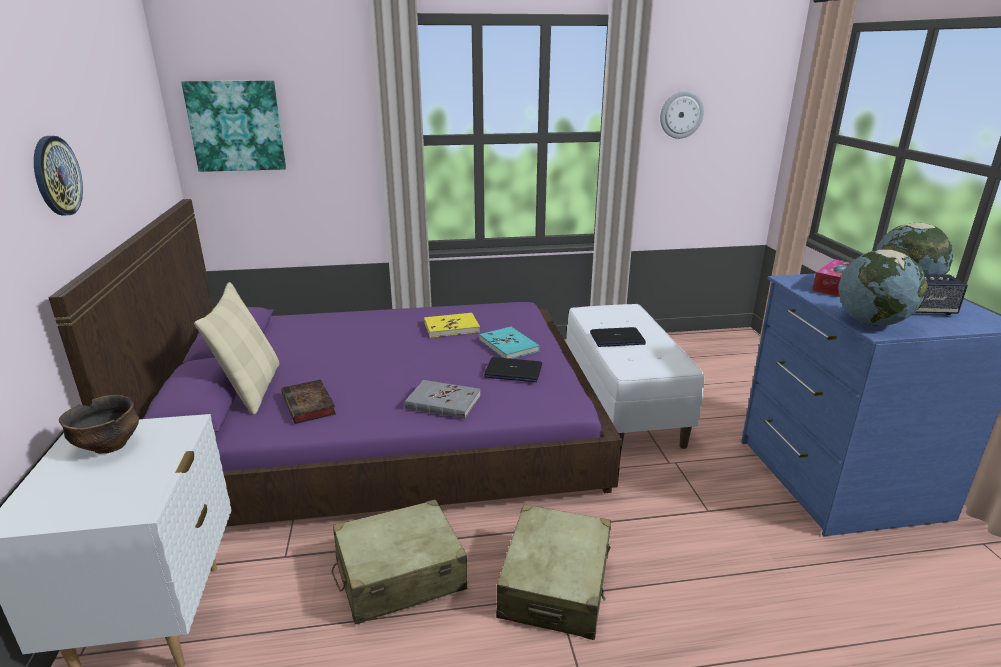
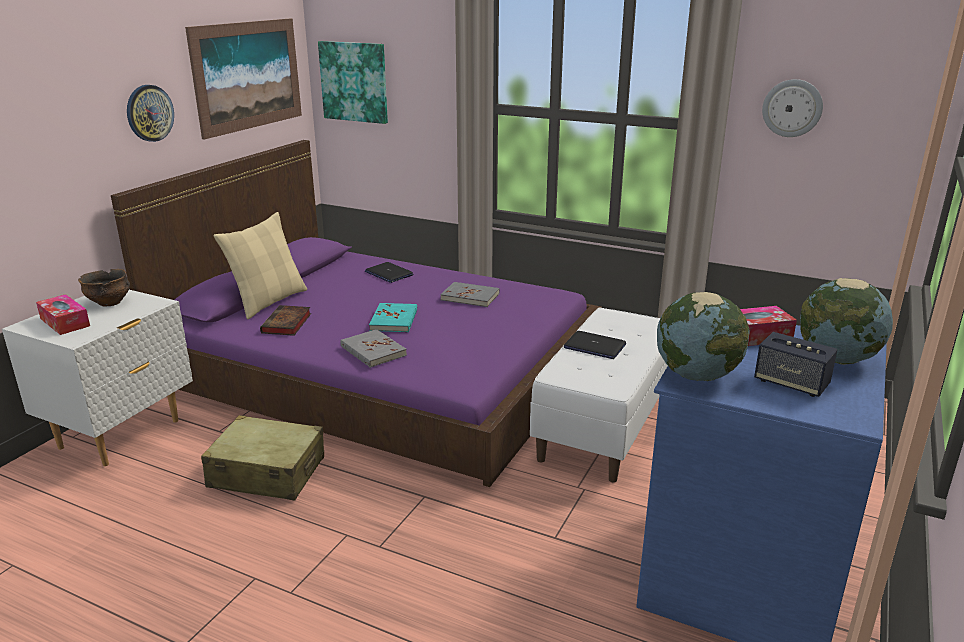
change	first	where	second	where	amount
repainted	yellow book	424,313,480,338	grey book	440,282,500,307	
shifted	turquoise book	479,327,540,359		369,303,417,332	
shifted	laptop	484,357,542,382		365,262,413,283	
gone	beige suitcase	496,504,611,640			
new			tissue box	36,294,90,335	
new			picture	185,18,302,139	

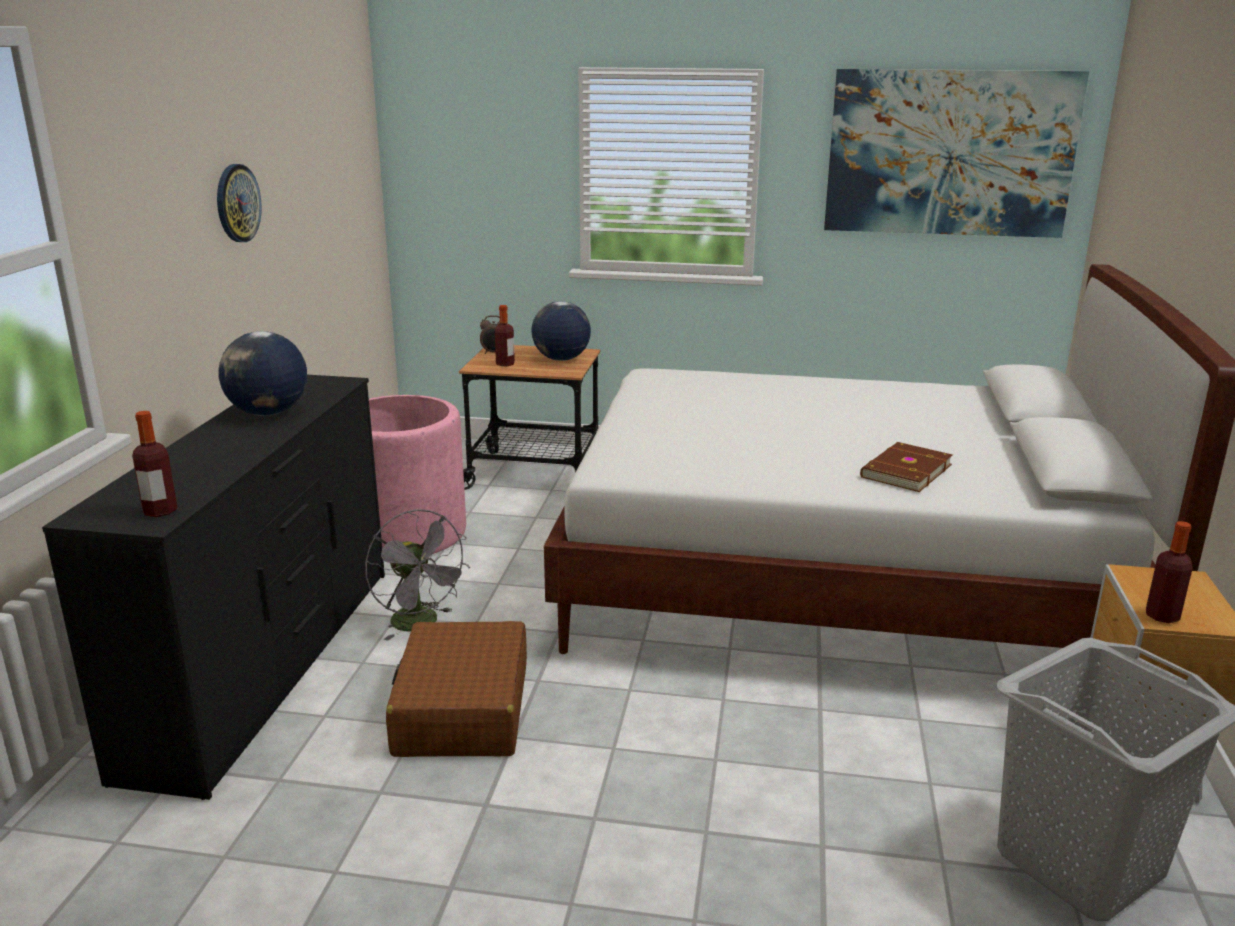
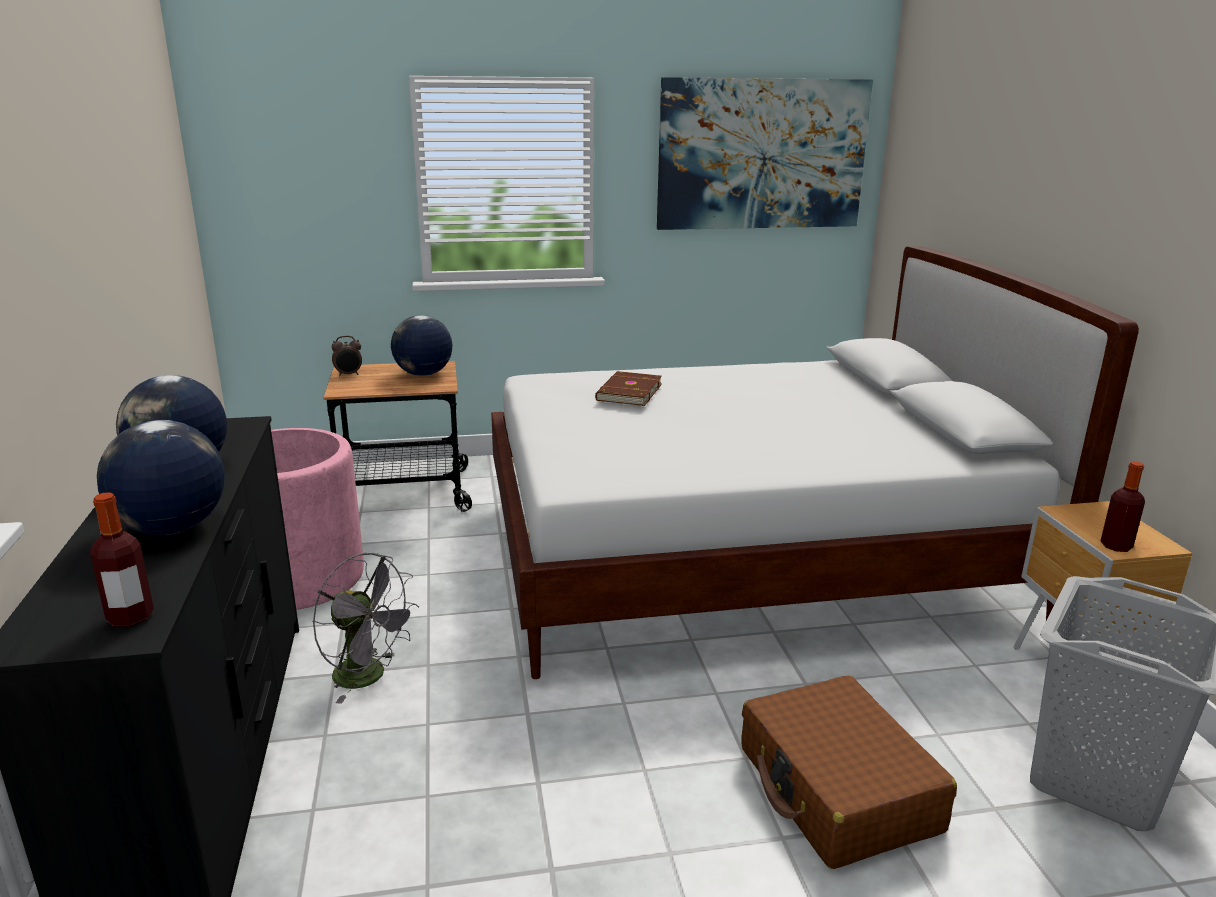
change	first	where	second	where	amount
gone	wall clock	217,164,262,242			
shifted	brown suitcase	386,621,527,757		741,675,957,869	
gone	bottle	495,305,515,366			
shifted	brown book	860,442,953,492		595,371,662,406	
new			globe	97,420,225,535	

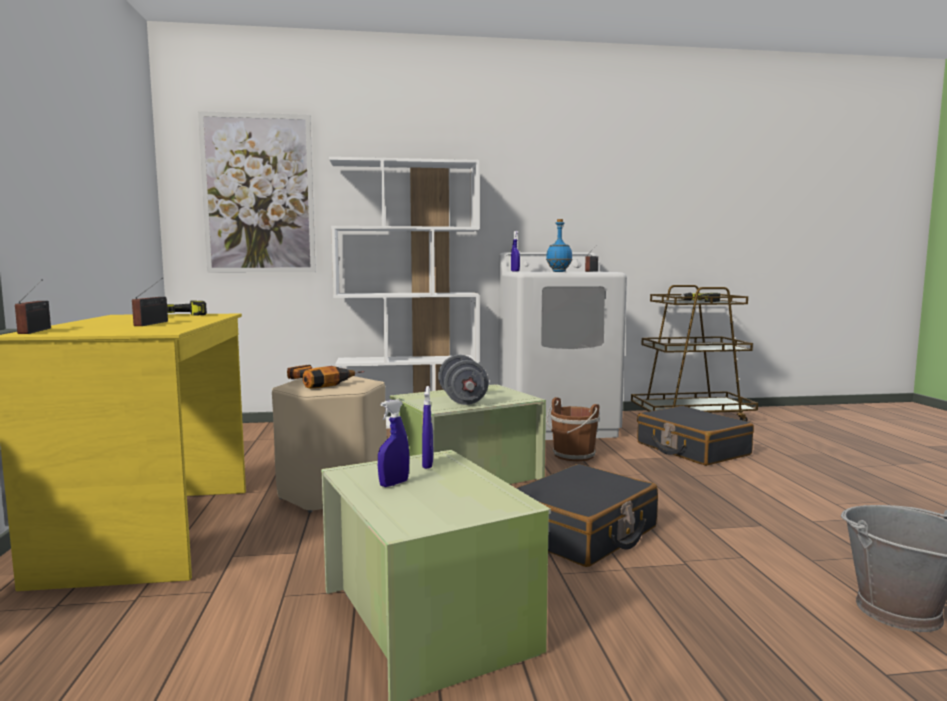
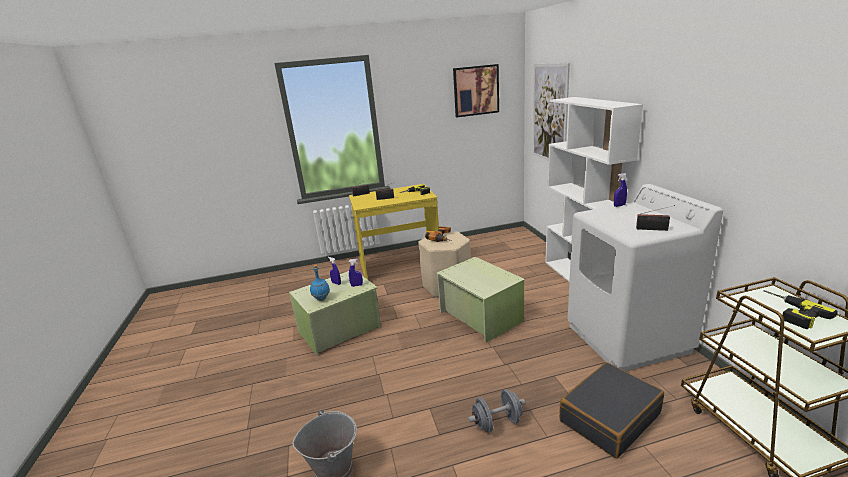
change	first	where	second	where	amount
shifted	grey dumbbell	438,355,489,405		468,389,525,433	
gone	black suitcase	516,464,658,567			
shifted	blue bottle	546,219,573,272		310,265,330,301	
gone	brown bucket	546,397,600,461			
new			picture	453,64,499,117	

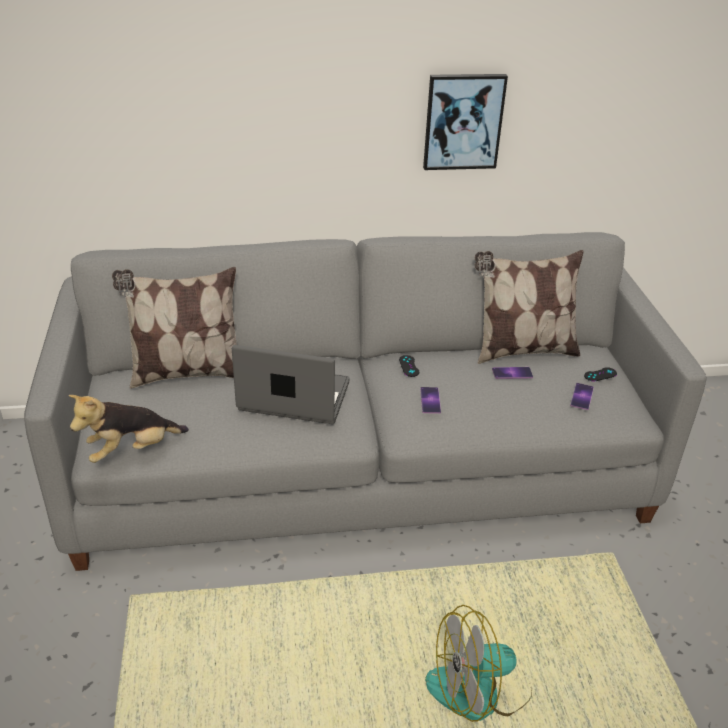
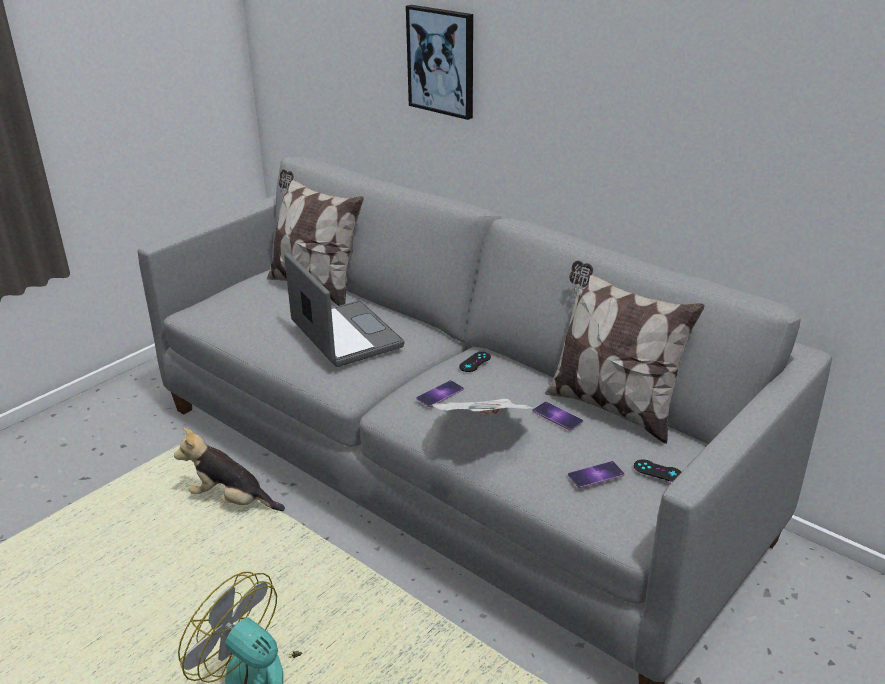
change	first	where	second	where	amount
shifted	plush toy	69,395,189,463		174,428,285,511	
shifted	picture	423,74,508,170		406,5,473,120	
new			newspaper	433,399,533,416	

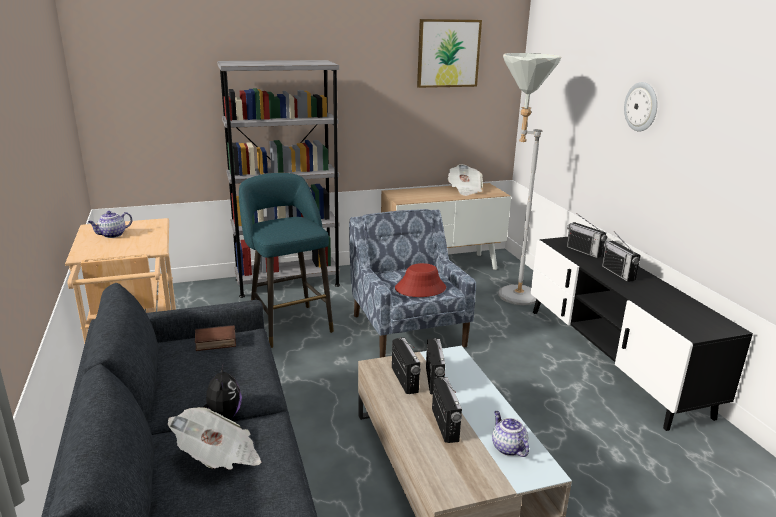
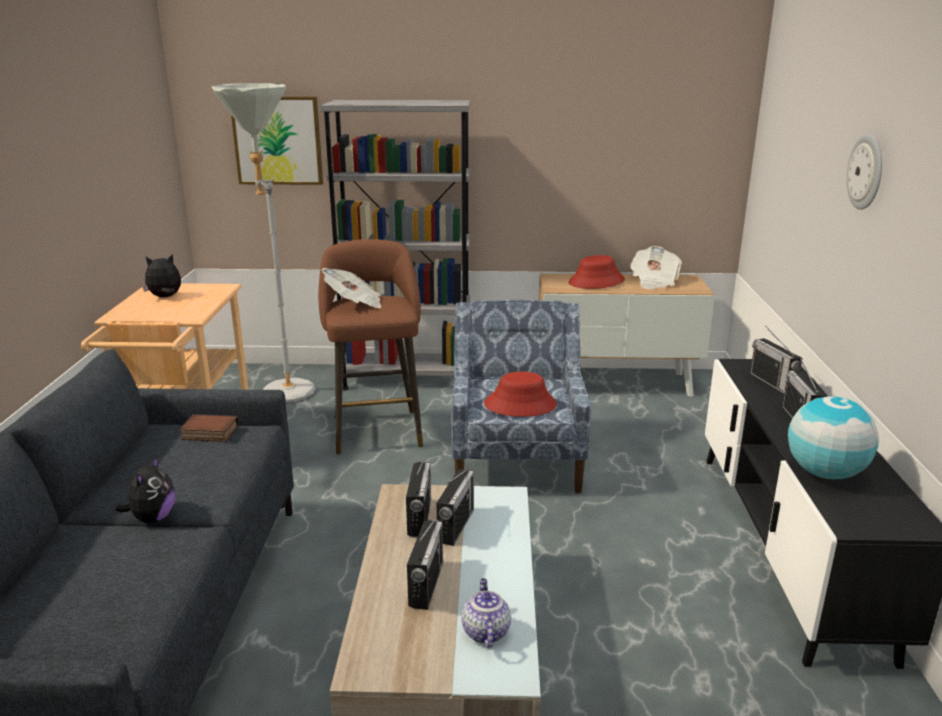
change	first	where	second	where	amount
swapped	teapot	88,211,132,238	plush toy	143,254,181,297	
shifted	newspaper	168,407,262,470		322,268,381,308	
repainted	turquoise stool	239,173,334,348	brown stool	318,239,423,455	
shifted	picture	417,19,482,88		231,96,323,185	
shifted	grey floor lamp	498,53,562,305		212,83,315,403	
new			red hat	568,255,625,289	
new			globe	788,396,879,479	

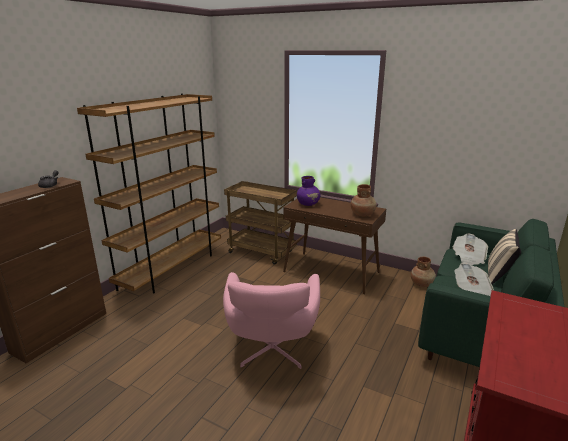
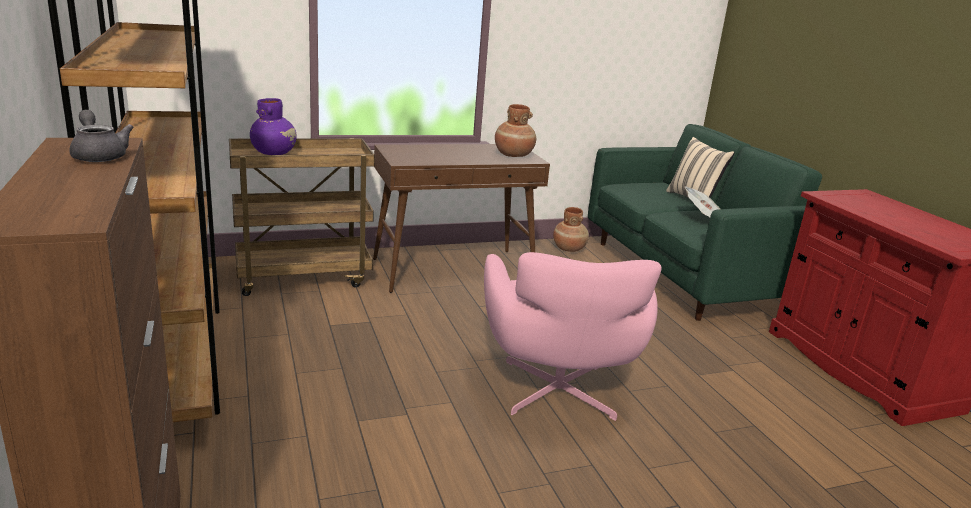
change	first	where	second	where	amount
rotated	pink armchair	223,272,320,369		484,252,662,421	45 degrees clockwise
shifted	purple vase	297,176,320,206		250,98,297,155	
gone	newspaper	453,234,488,265			

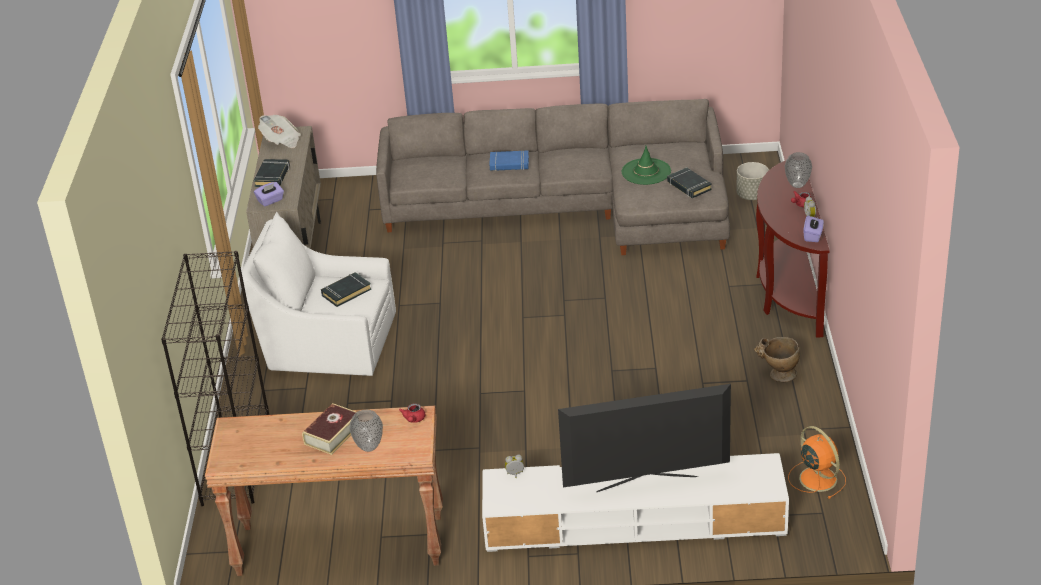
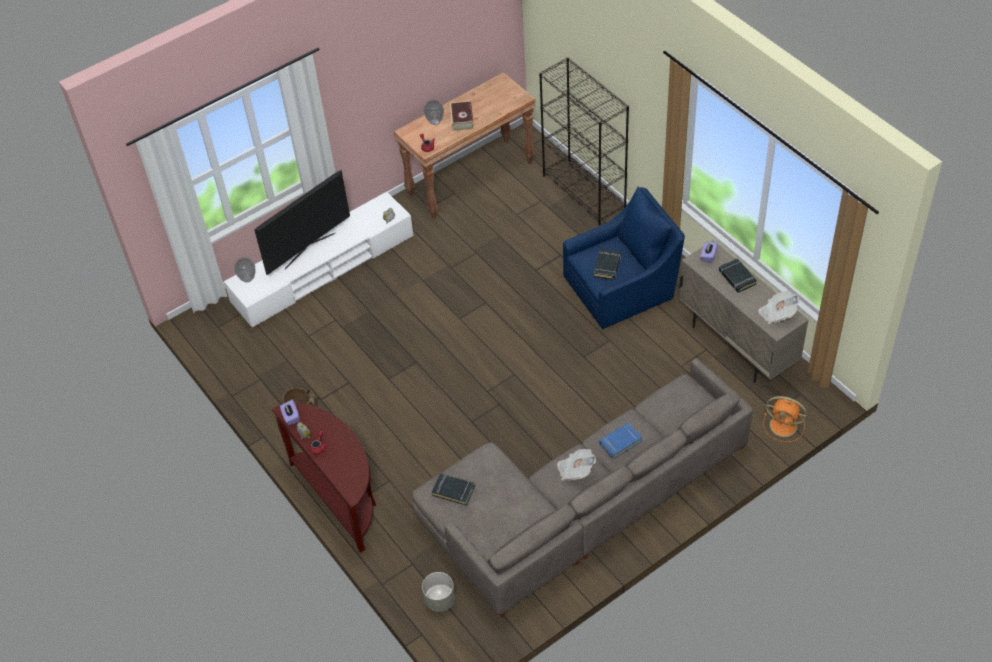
change	first	where	second	where	amount
repainted	white armchair	239,212,396,376	blue armchair	563,187,685,329	
gone	green hat	622,146,671,185			
shifted	vase	785,152,812,188		234,257,255,283	
shifted	orange fan	788,426,846,499		763,396,807,442	
new			newspaper	557,449,596,481	

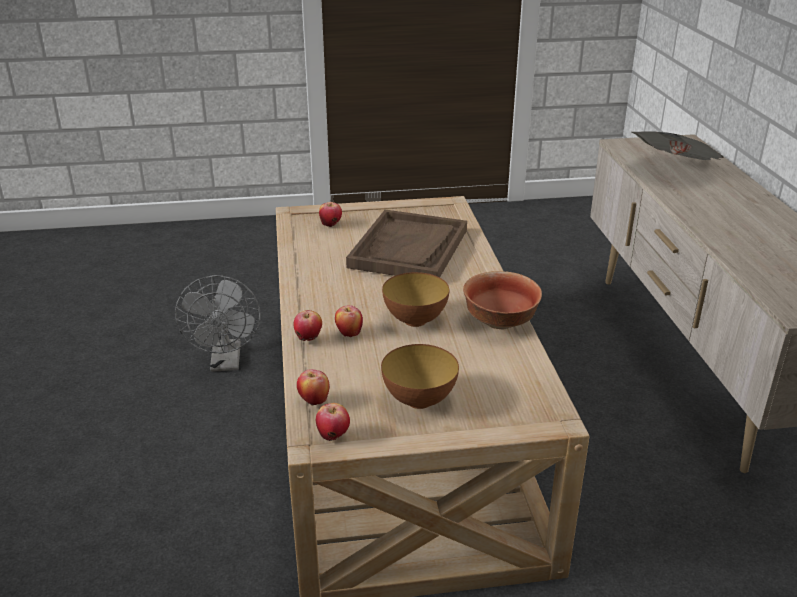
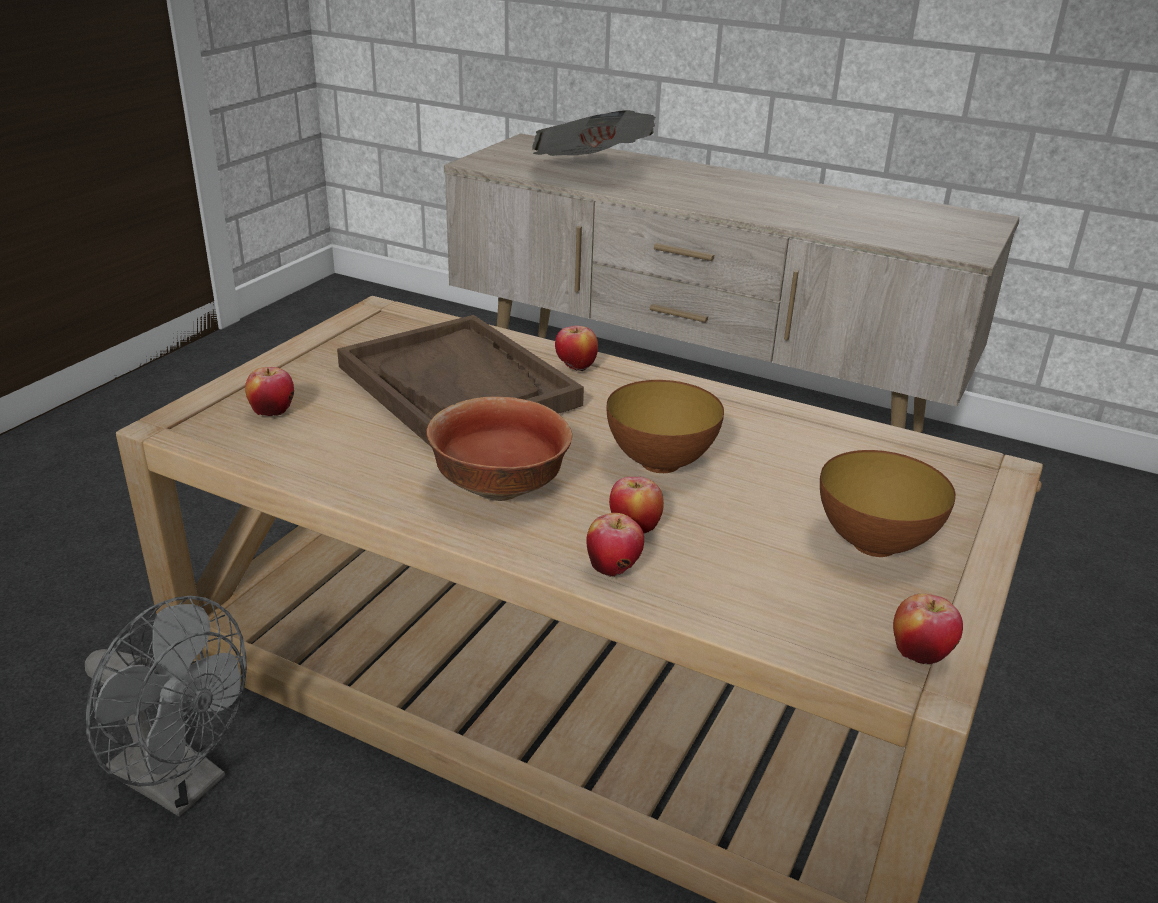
change	first	where	second	where	amount
shifted	apple	297,369,329,406		555,326,598,371	
shifted	bowl	463,271,542,330		426,397,572,501	

